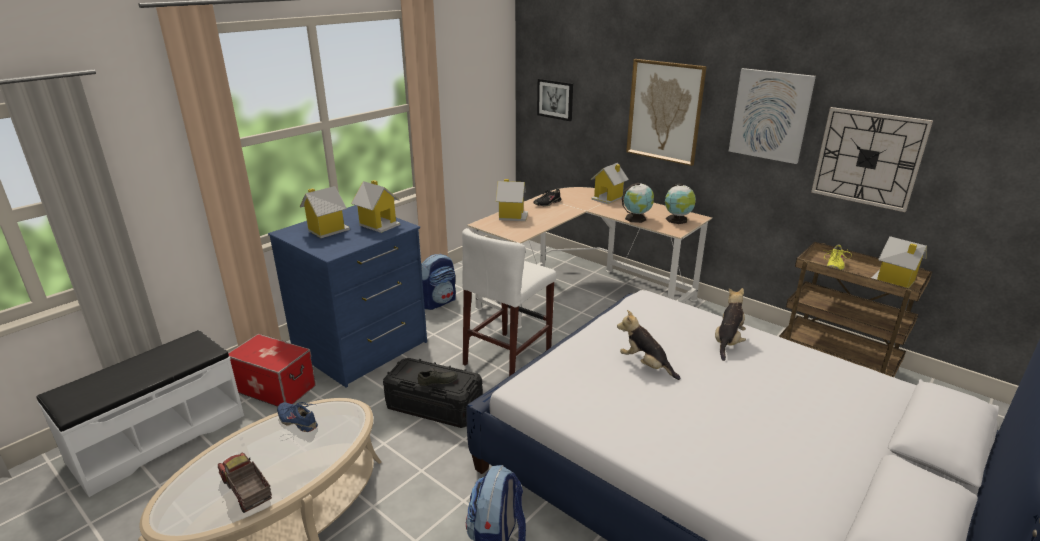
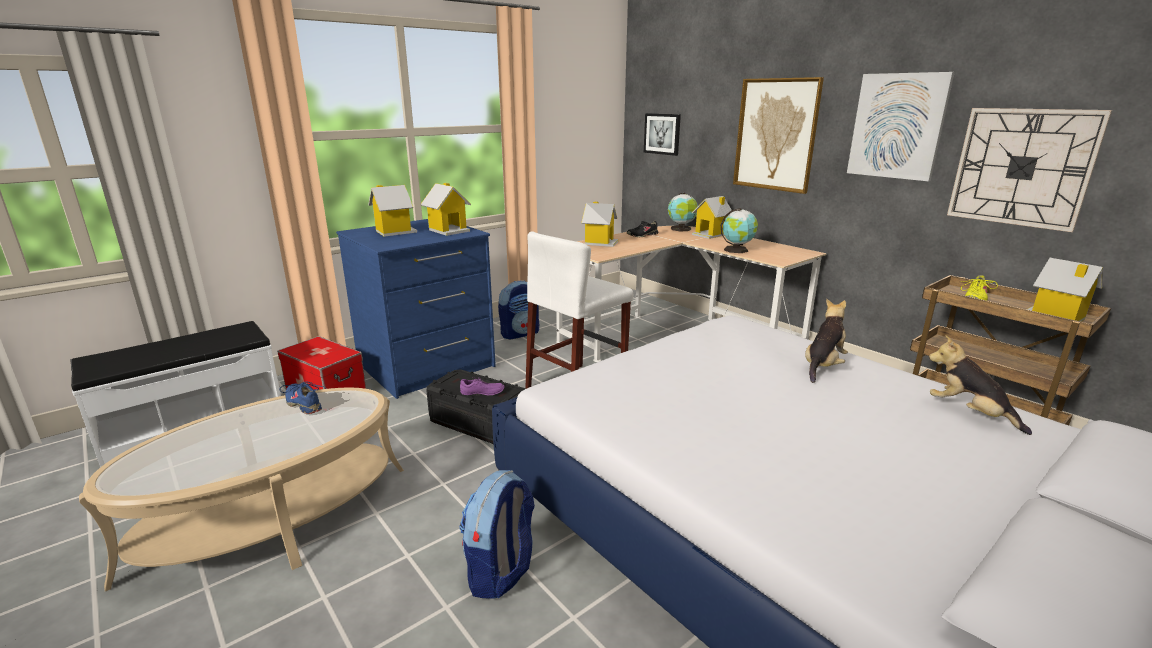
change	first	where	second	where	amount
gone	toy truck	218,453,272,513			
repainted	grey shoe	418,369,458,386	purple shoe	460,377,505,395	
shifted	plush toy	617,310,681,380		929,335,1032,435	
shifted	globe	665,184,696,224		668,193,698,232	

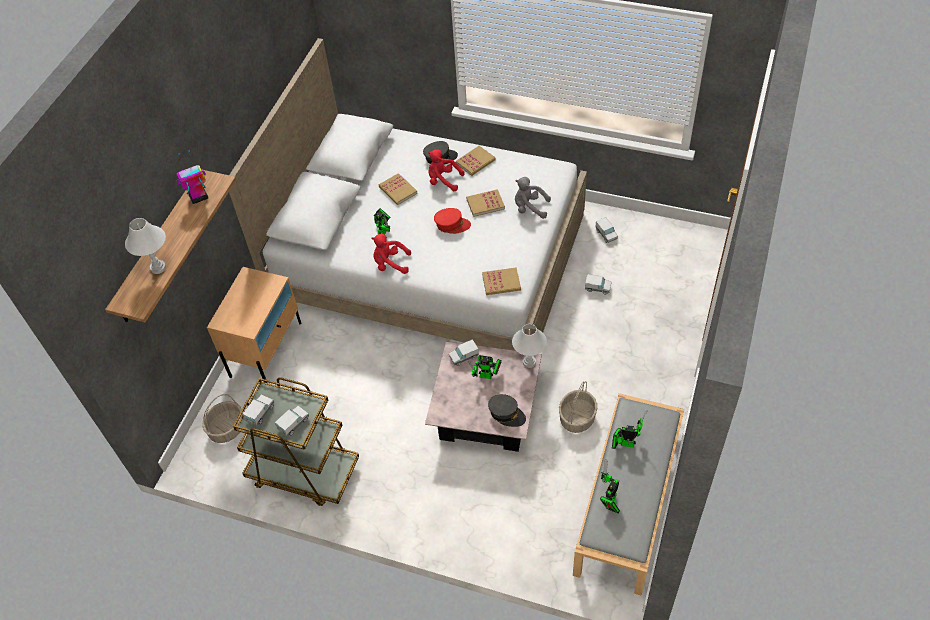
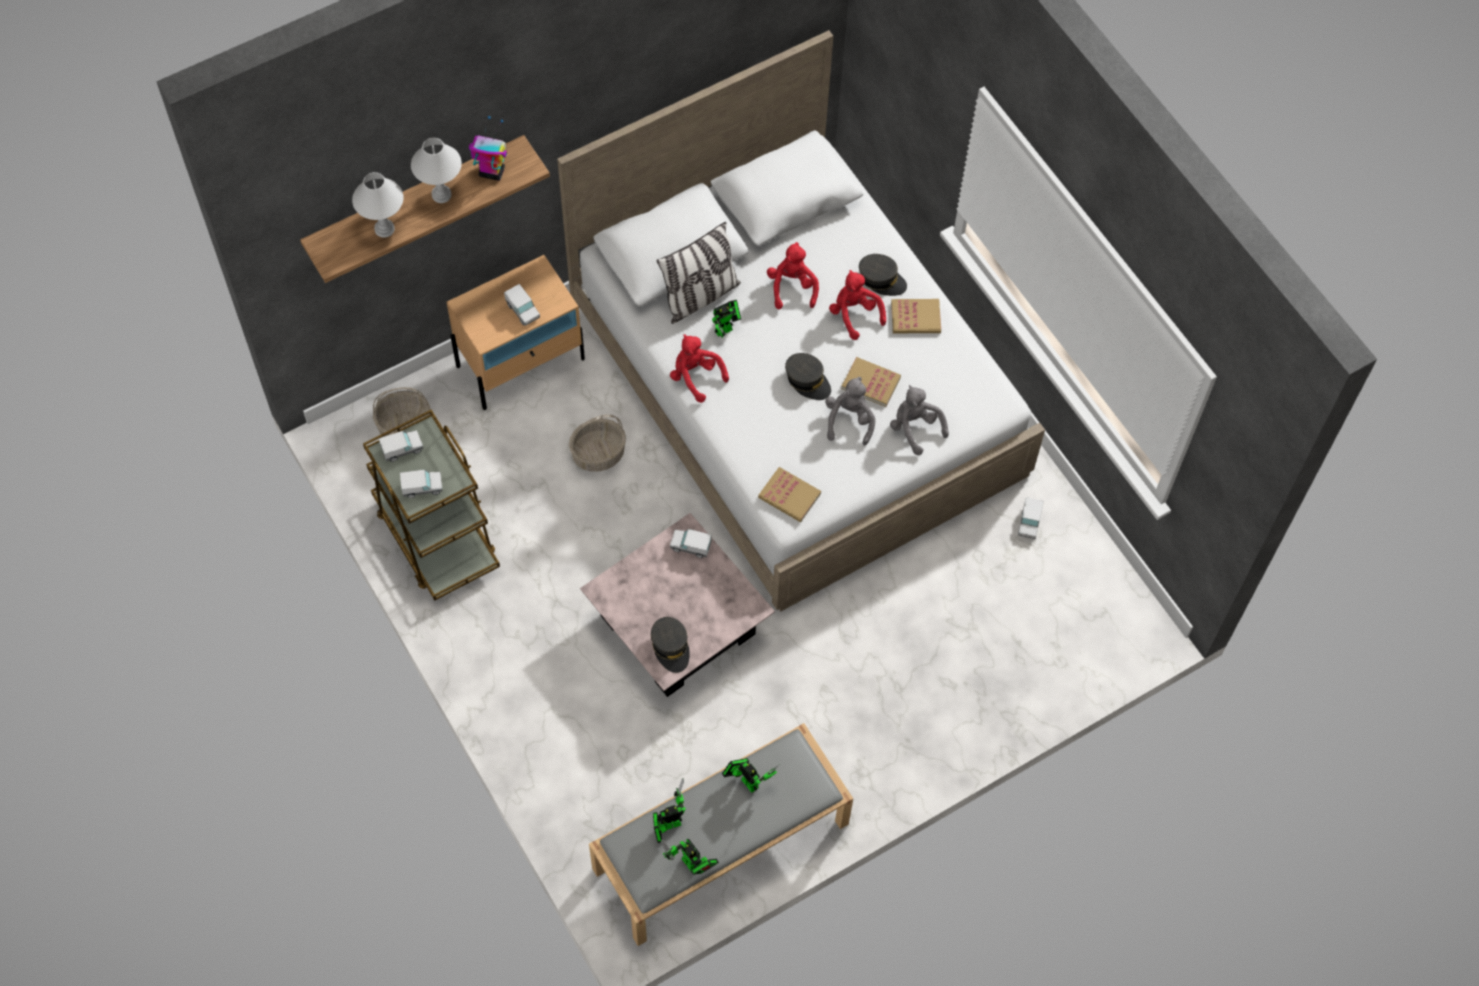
change	first	where	second	where	amount
swapped	book	379,173,418,205	red plush toy	767,242,819,309	
repainted	red cap	434,208,471,234	grey cap	785,353,831,400	
shifted	toy robot	468,355,502,379		661,839,719,875	
shifted	white table lamp	512,324,547,368		411,138,462,203	
shifted	basket	559,381,597,433		569,415,626,472	
shifted	toy truck	585,274,612,294		504,284,540,326	
new			pillow	656,222,741,324	
new			grey plush toy	825,376,875,445	

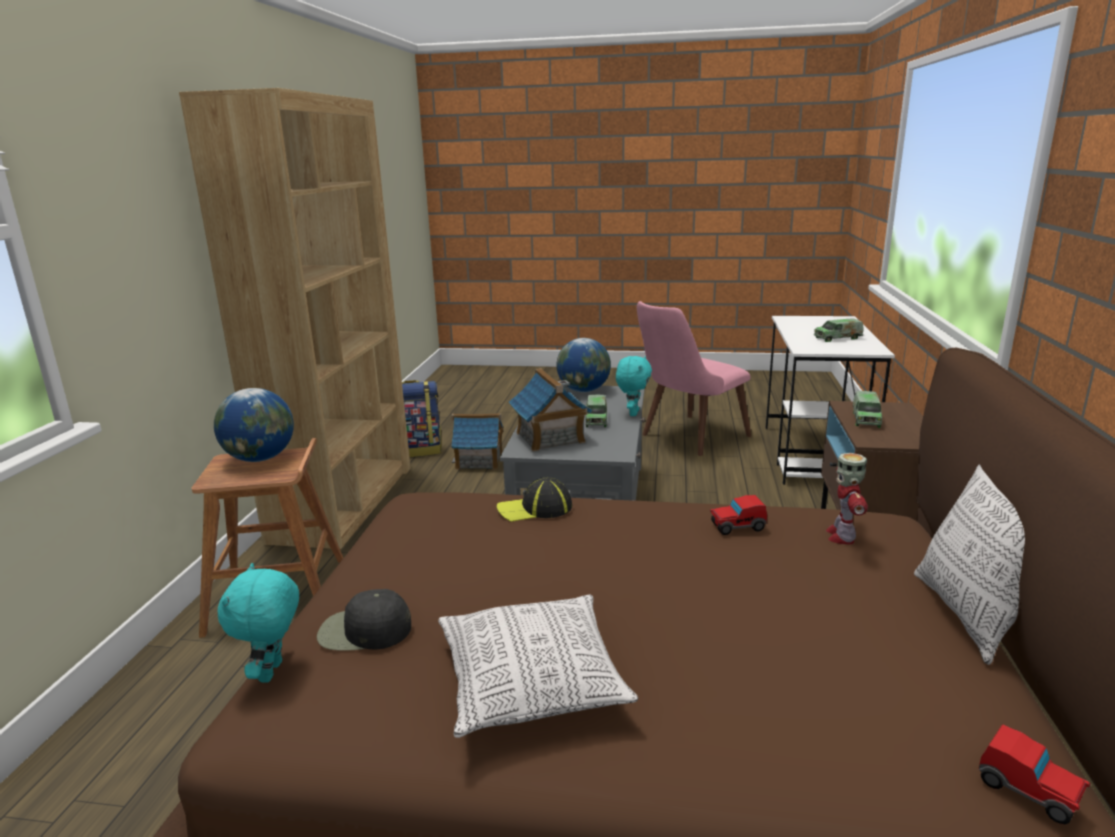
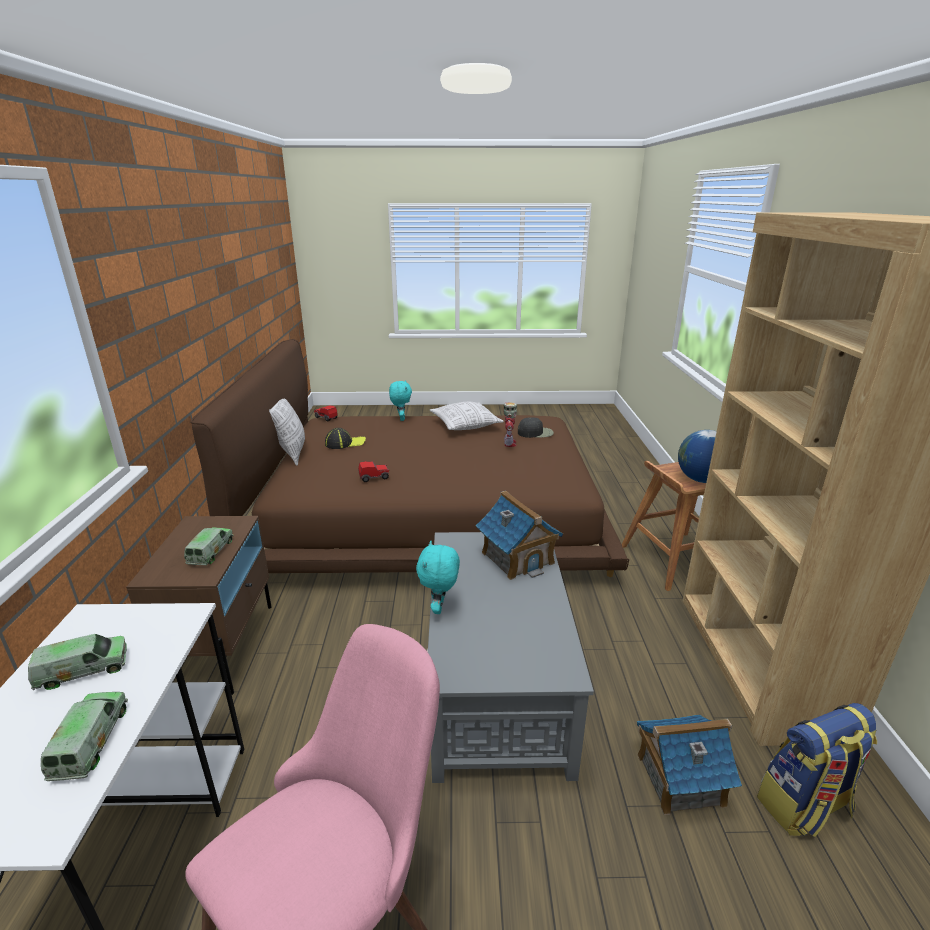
change	first	where	second	where	amount
shifted	turquoise plush toy	218,563,299,683		389,380,412,421	
shifted	cap	497,477,572,522		325,428,366,449	
gone	globe	556,338,611,392			
shifted	toy truck	585,395,607,427		41,692,128,781	
shifted	toy robot	826,453,868,544		504,402,517,447	

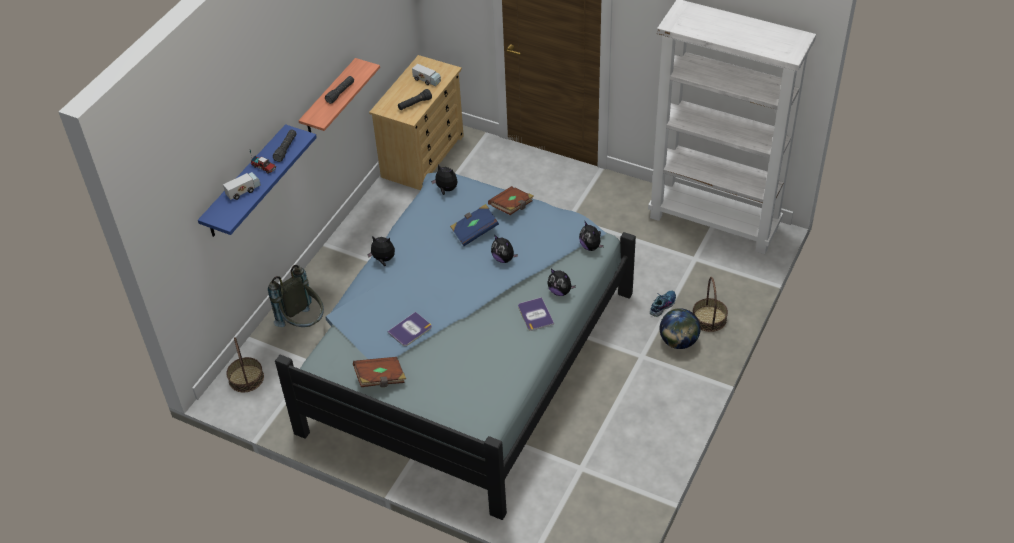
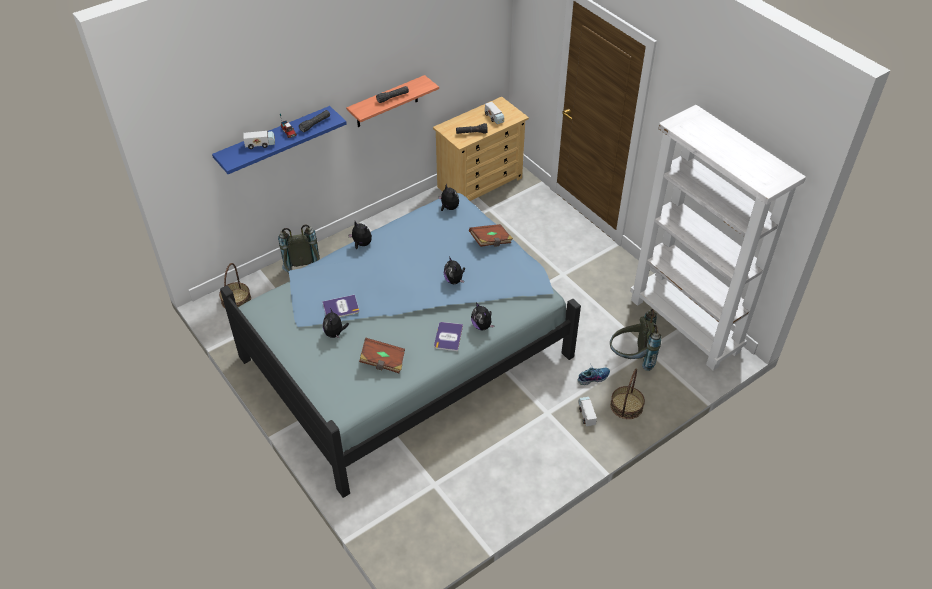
change	first	where	second	where	amount
shifted	brown book	353,357,406,387		359,338,405,373	
gone	blue book	450,204,499,246			
shifted	plush toy	579,222,604,251		323,308,349,339	
swapped	globe	660,308,701,349	toy truck	578,397,597,426	
new			grey backpack	610,309,661,371	

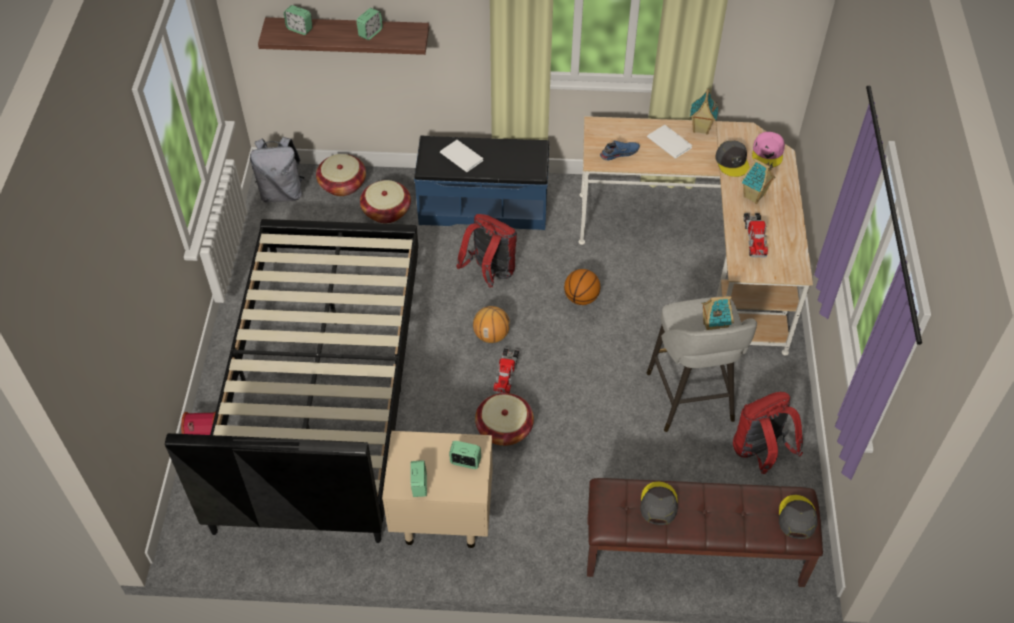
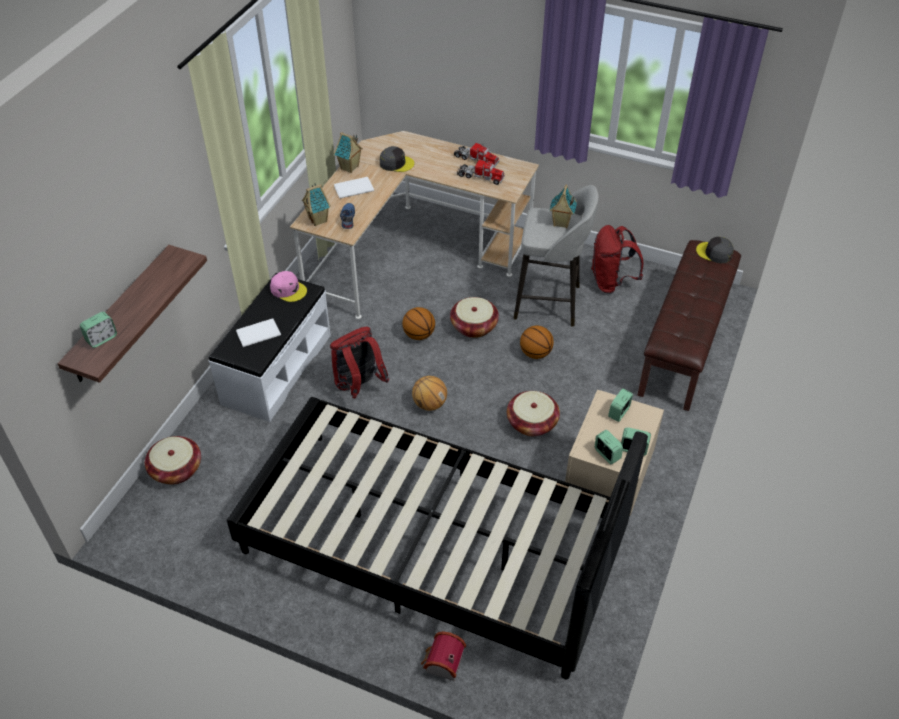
change	first	where	second	where	amount
gone	grey backpack	250,137,304,202			
shifted	alarm clock	356,8,383,40		595,430,623,464	
shifted	basket	360,180,411,224		450,297,499,338	
repainted	blue bench	414,136,549,230	white bench	209,273,331,422	
shifted	toy truck	493,348,519,394		454,142,500,167	
gone	grey cap	640,481,678,525			
shifted	toy house	741,158,776,204		302,184,331,226	
shifted	pink cap	752,132,785,167		270,271,307,302	
new			basketball	520,326,554,359	

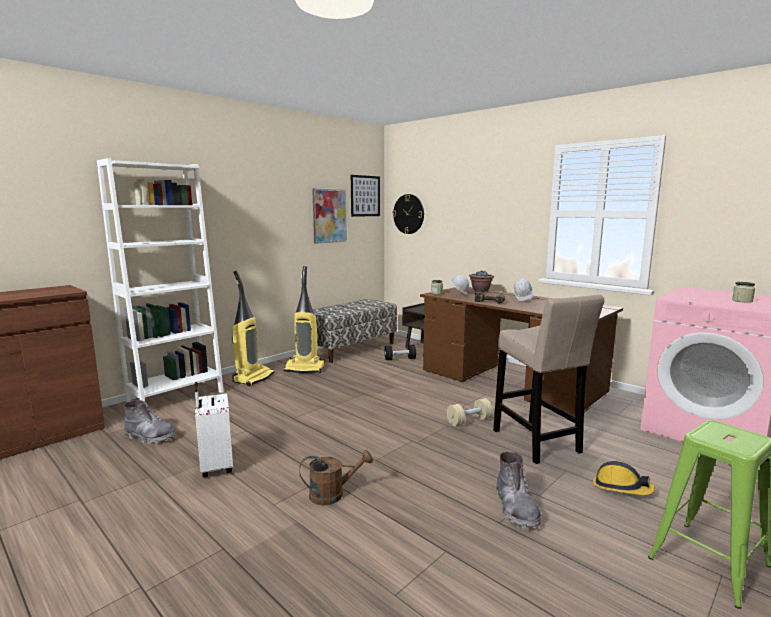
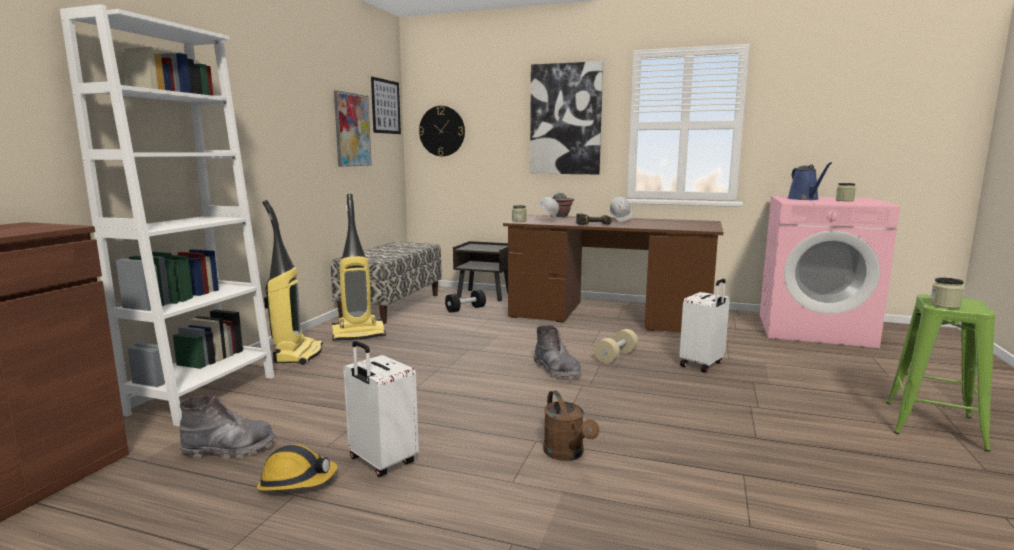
change	first	where	second	where	amount
rotated	brown watering can	299,450,373,505		543,391,599,461	105 degrees clockwise
swapped	beige stool	493,294,605,464	white suitcase	679,279,730,373	
shifted	grey boot	496,452,541,530		534,325,581,379	
shifted	hard hat	593,461,655,495		257,444,338,491	
new			picture	530,61,603,174	
new			blue watering can	787,162,832,200	
new			jar	930,277,964,309	

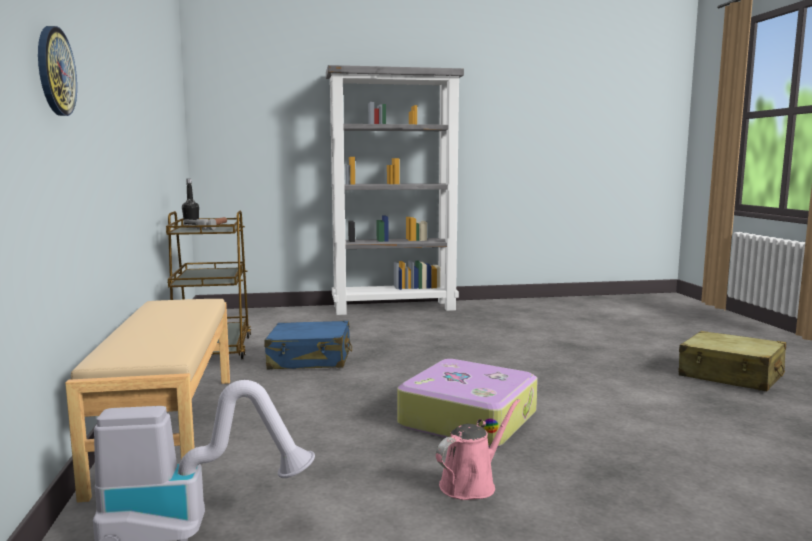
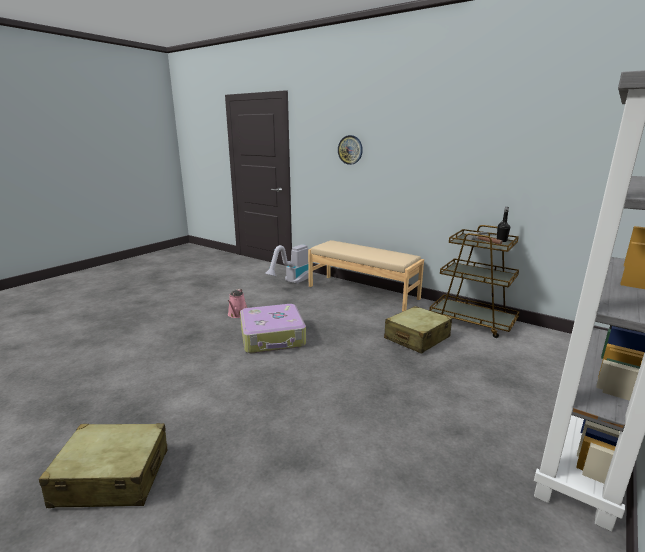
change	first	where	second	where	amount
repainted	blue suitcase	264,321,352,370	beige suitcase	384,306,452,354	

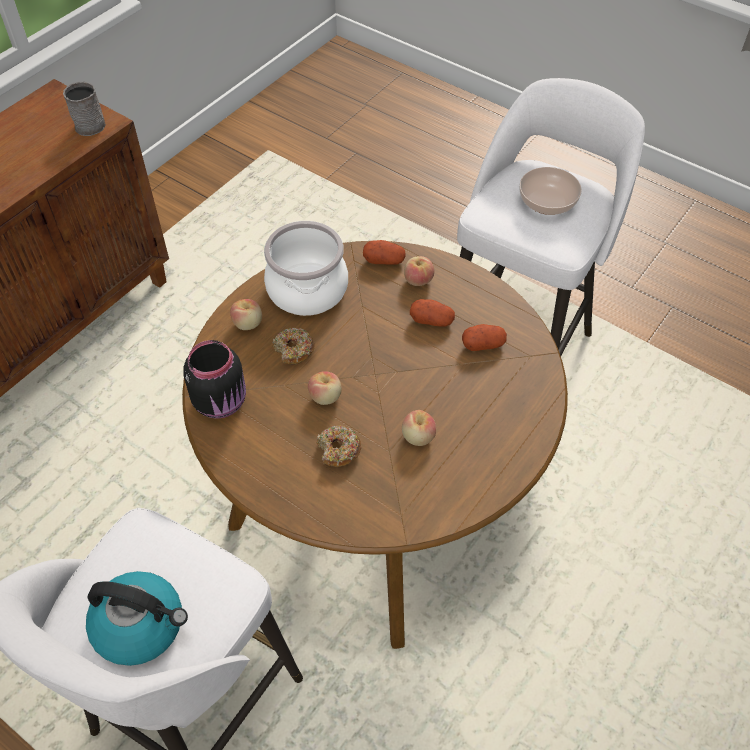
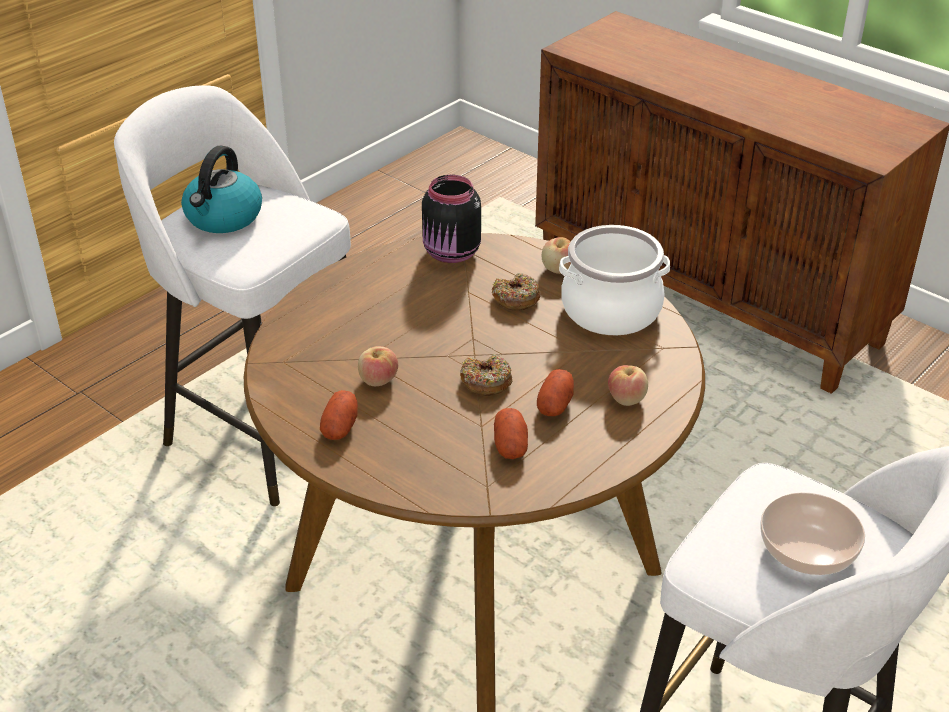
change	first	where	second	where	amount
gone	grey mug	63,82,106,136			
gone	apple	308,371,342,405			
shifted	donut	317,425,361,467		460,354,512,396	
shifted	potato	363,240,406,265		320,390,358,440	

